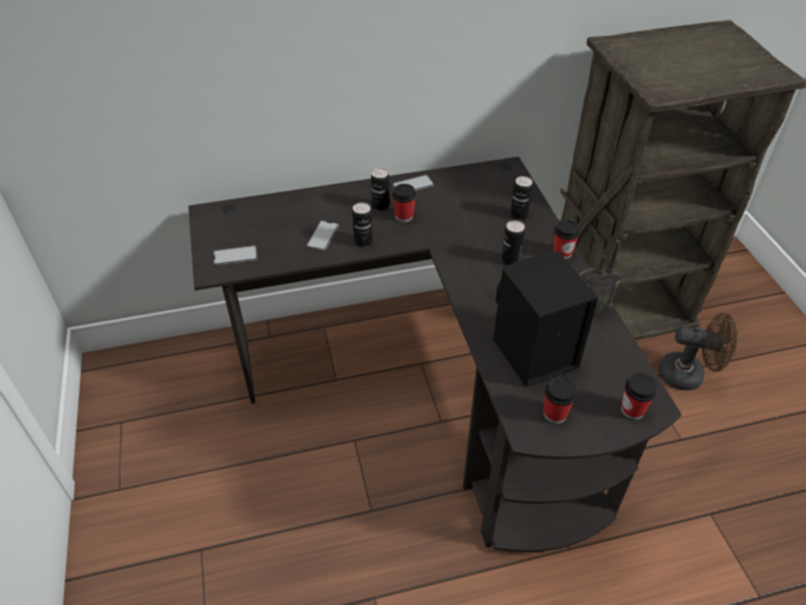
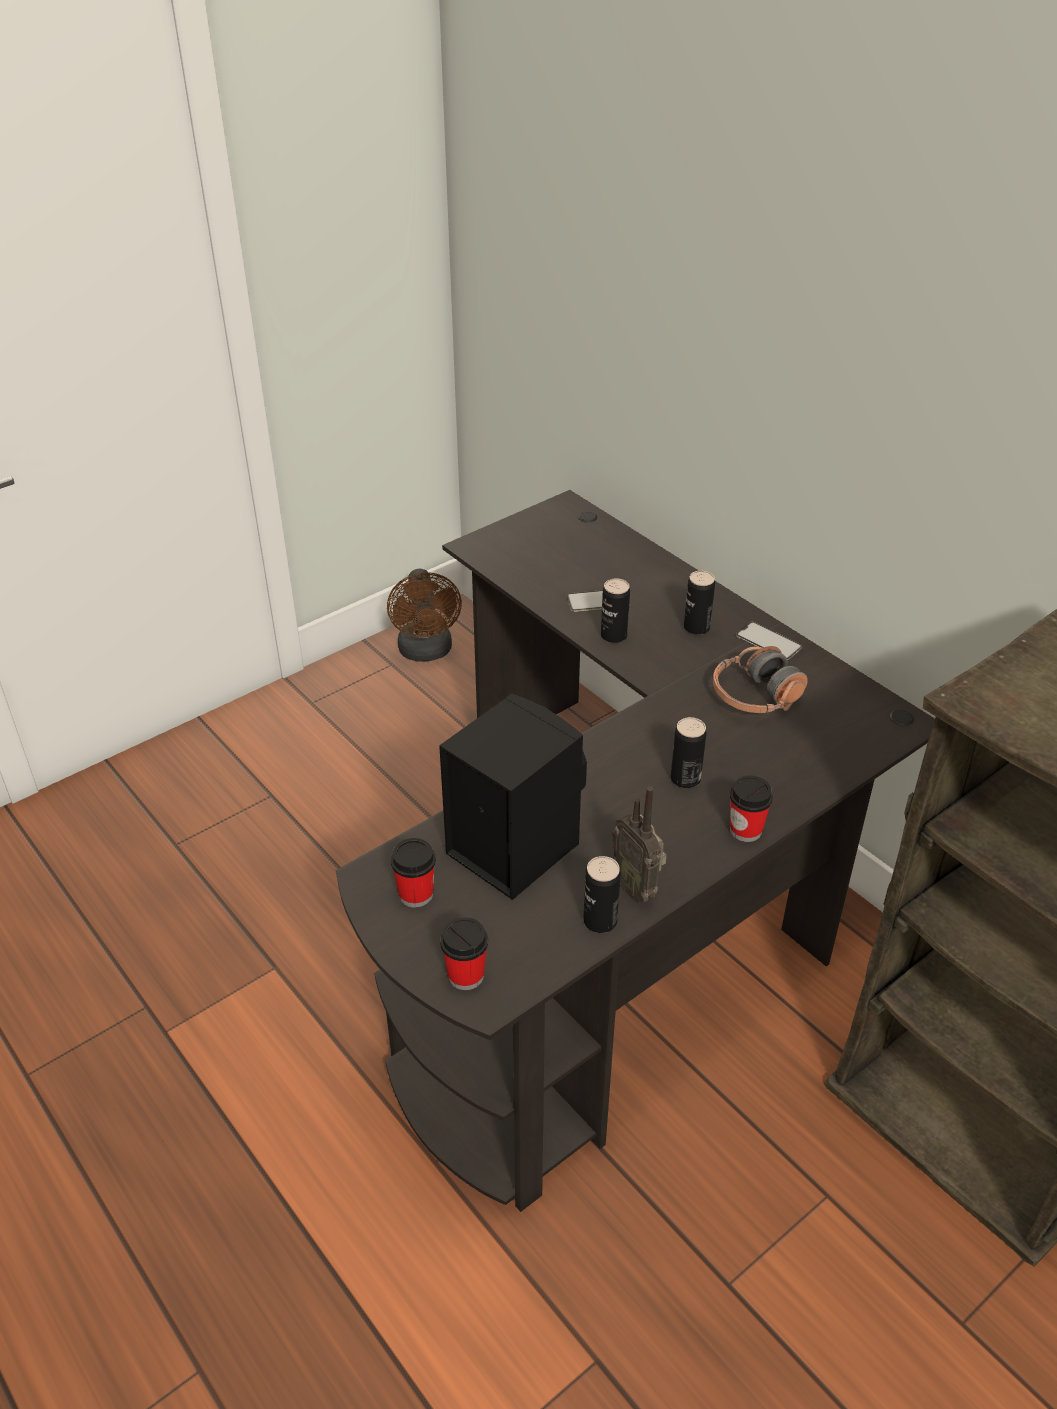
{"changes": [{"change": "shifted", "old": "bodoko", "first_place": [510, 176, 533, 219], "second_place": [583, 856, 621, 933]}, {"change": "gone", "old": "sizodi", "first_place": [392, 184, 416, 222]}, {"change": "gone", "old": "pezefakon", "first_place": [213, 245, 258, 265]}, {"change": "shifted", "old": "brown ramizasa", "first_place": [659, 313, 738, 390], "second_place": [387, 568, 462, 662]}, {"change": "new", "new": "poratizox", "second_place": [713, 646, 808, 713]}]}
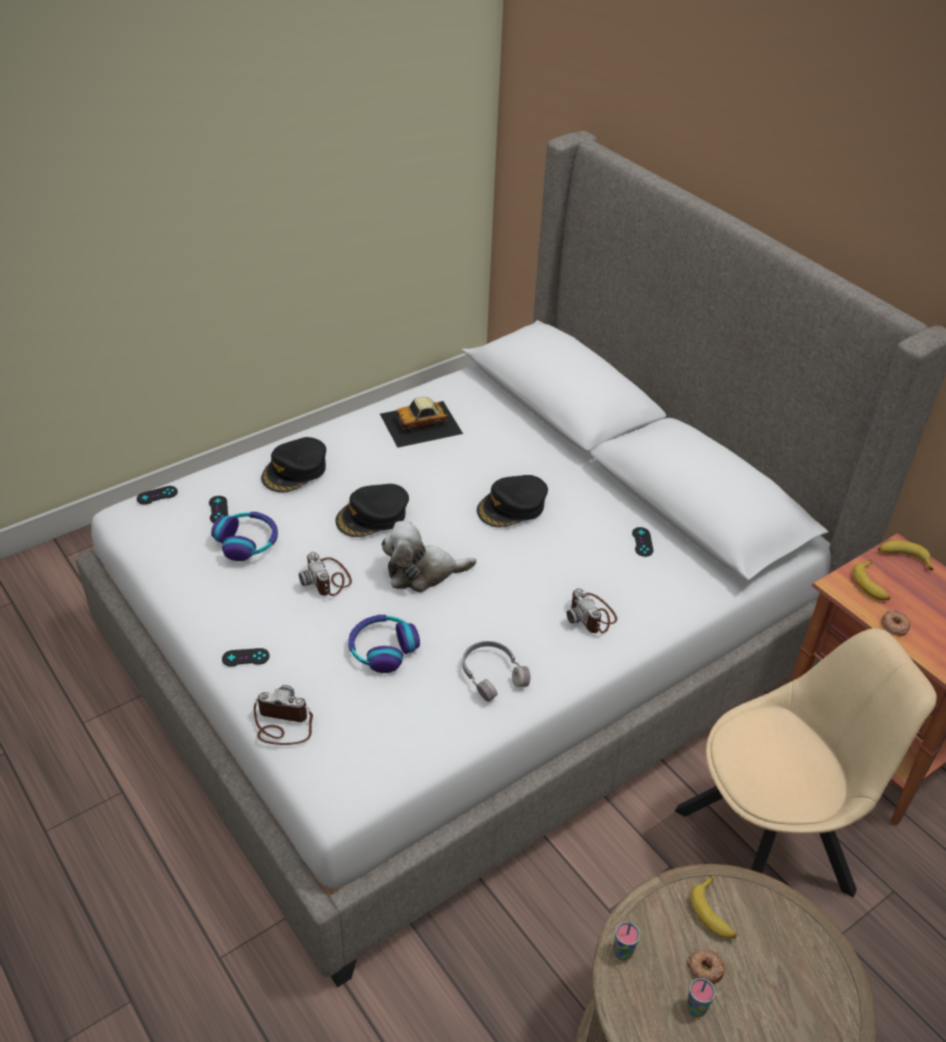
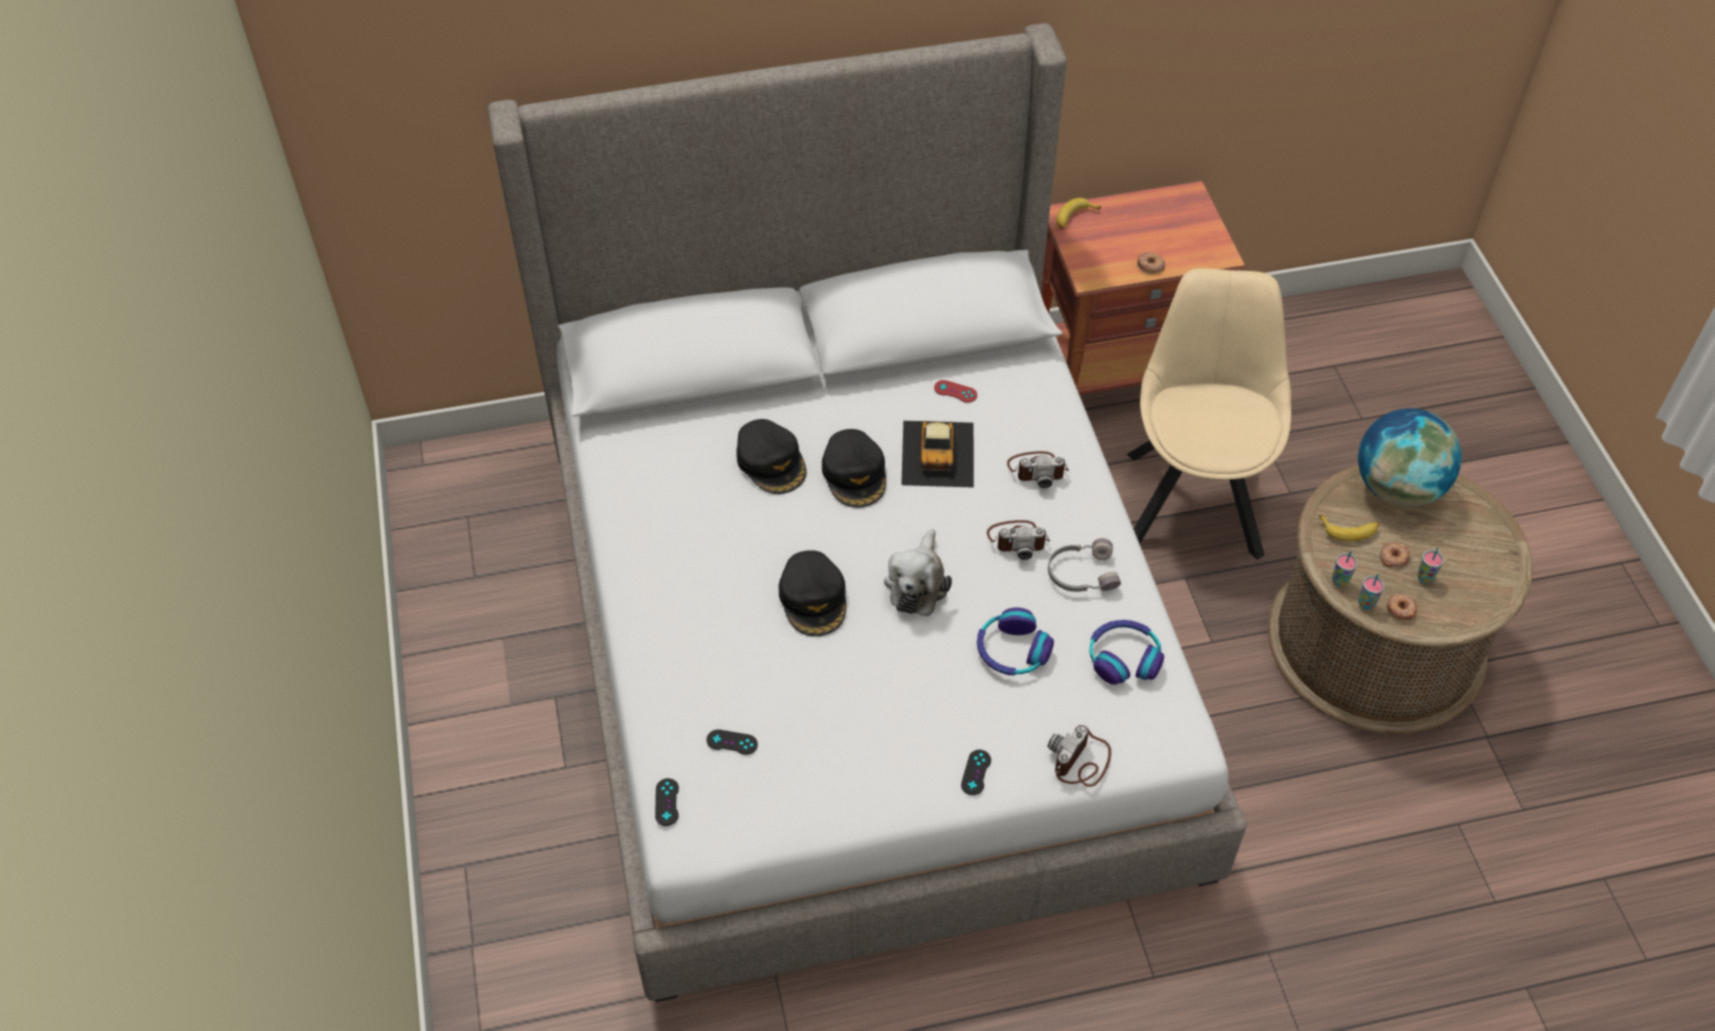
{"changes": [{"change": "shifted", "old": "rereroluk", "first_place": [380, 397, 463, 448], "second_place": [901, 421, 974, 487]}, {"change": "shifted", "old": "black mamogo", "first_place": [261, 437, 326, 493], "second_place": [736, 419, 806, 494]}, {"change": "shifted", "old": "poratizox", "first_place": [211, 512, 278, 561], "second_place": [1089, 620, 1164, 685]}, {"change": "repainted", "old": "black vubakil", "new": "red vubakil", "first_place": [632, 527, 653, 557], "second_place": [934, 380, 977, 403]}, {"change": "shifted", "old": "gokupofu", "first_place": [299, 552, 352, 596], "second_place": [987, 520, 1050, 560]}, {"change": "gone", "old": "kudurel", "first_place": [853, 560, 891, 600]}, {"change": "new", "new": "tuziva", "second_place": [1358, 408, 1462, 507]}, {"change": "new", "new": "sizodi", "second_place": [1332, 551, 1358, 587]}, {"change": "new", "new": "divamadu", "second_place": [1387, 594, 1417, 622]}]}
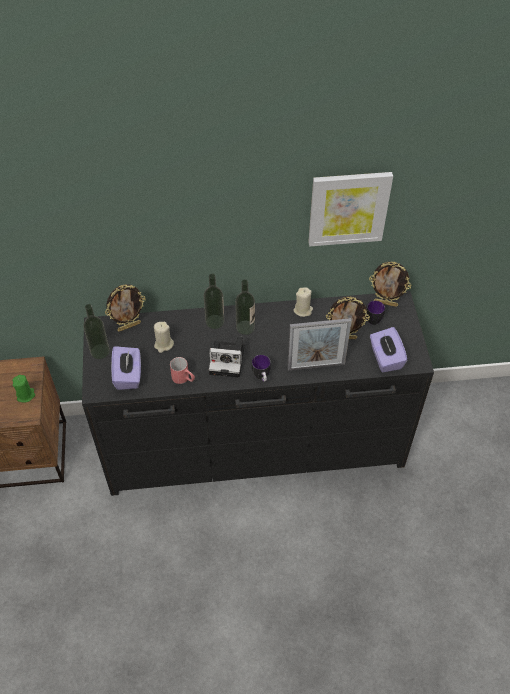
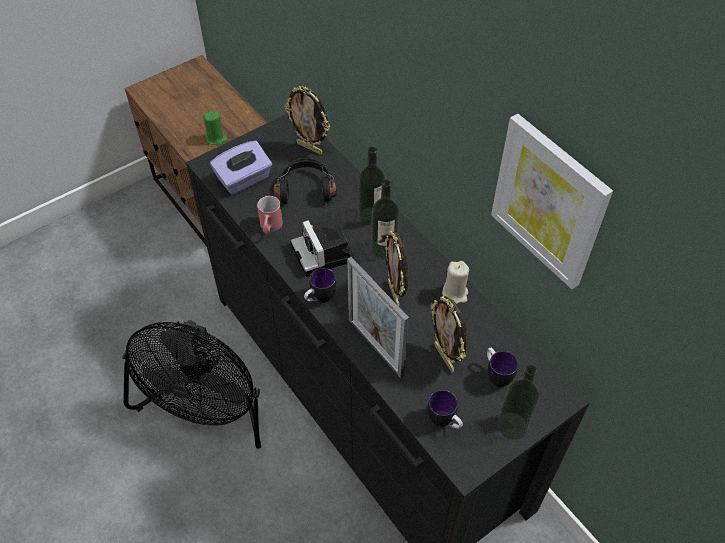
{"changes": [{"change": "shifted", "old": "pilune", "first_place": [369, 262, 411, 307], "second_place": [385, 230, 408, 306]}, {"change": "shifted", "old": "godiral", "first_place": [83, 304, 110, 359], "second_place": [497, 365, 540, 440]}, {"change": "swapped", "old": "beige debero", "new": "black poratizox", "first_place": [154, 322, 174, 353], "second_place": [274, 158, 337, 204]}, {"change": "swapped", "old": "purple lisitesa", "new": "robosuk", "first_place": [370, 327, 408, 373], "second_place": [427, 390, 463, 429]}, {"change": "new", "new": "black ramizasa", "second_place": [122, 320, 261, 449]}]}
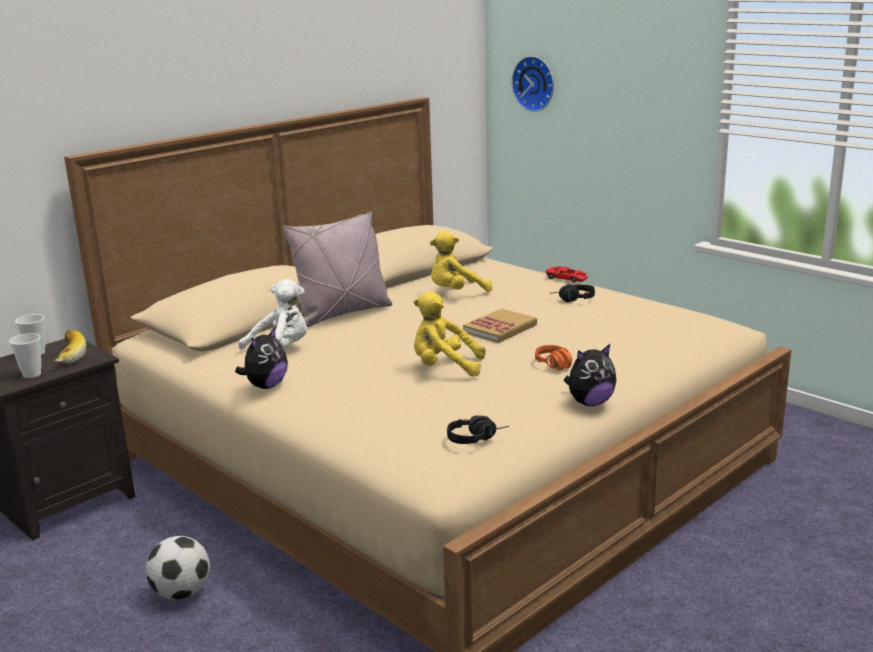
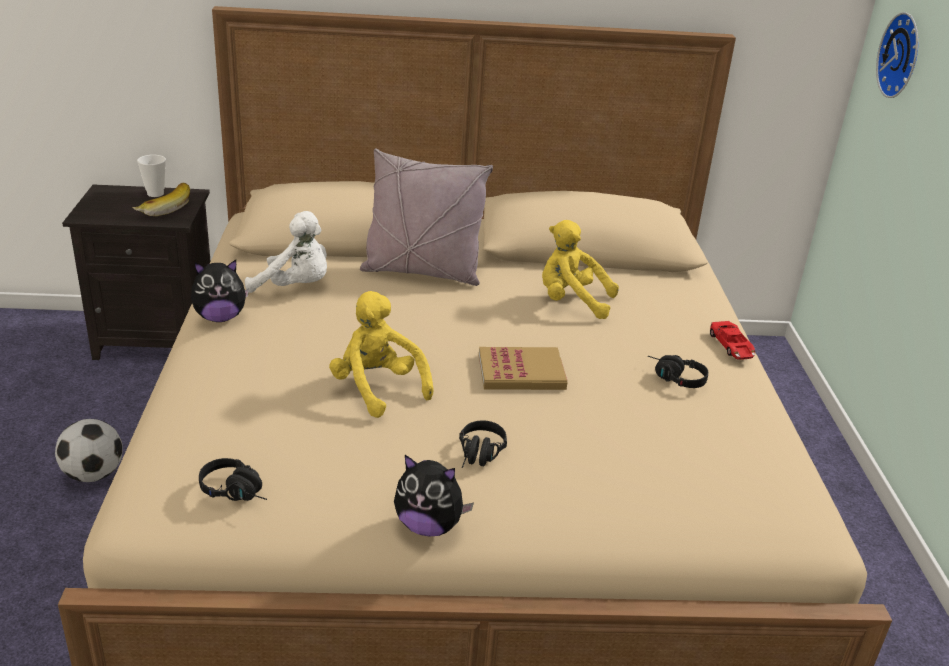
{"changes": [{"change": "gone", "old": "sizodi", "first_place": [9, 333, 41, 378]}, {"change": "repainted", "old": "orange poratizox", "new": "black poratizox", "first_place": [535, 345, 572, 371], "second_place": [459, 420, 507, 468]}]}
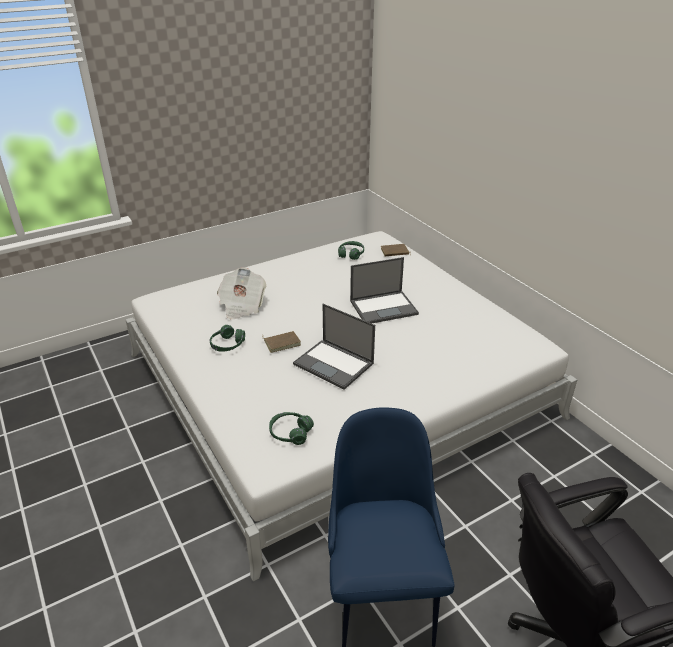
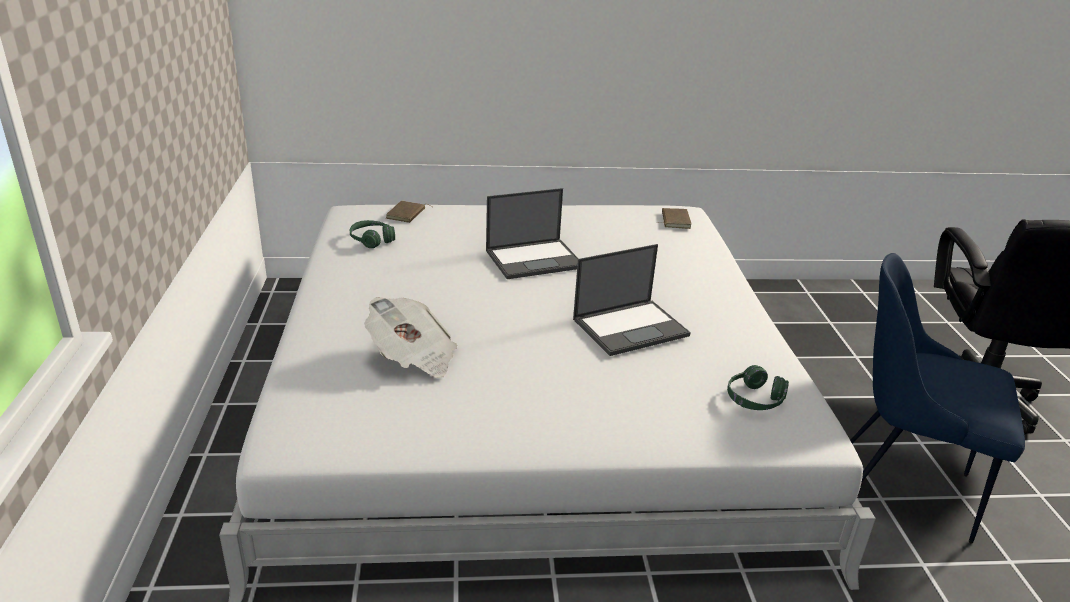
{"changes": [{"change": "rotated", "old": "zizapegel", "first_place": [350, 257, 419, 323], "second_place": [486, 188, 579, 279], "degrees": 60}, {"change": "gone", "old": "green poratizox", "first_place": [210, 325, 245, 352]}, {"change": "shifted", "old": "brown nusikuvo", "first_place": [263, 331, 301, 353], "second_place": [658, 208, 692, 229]}]}
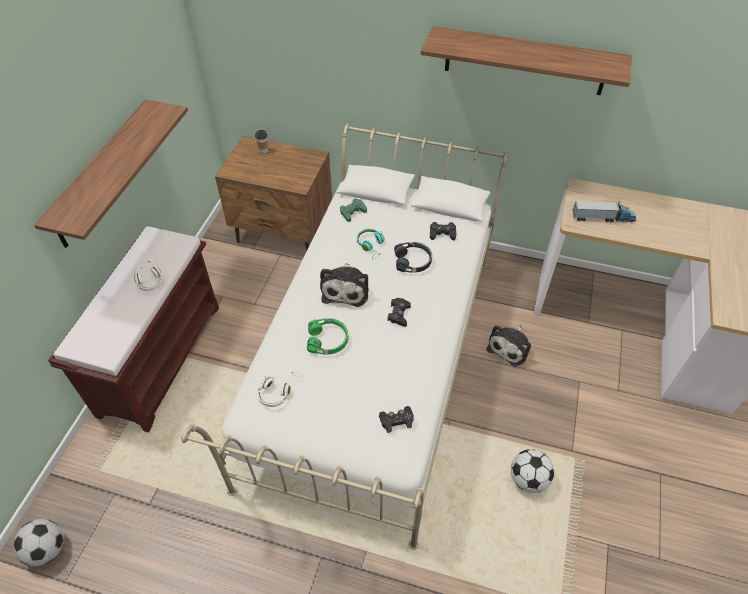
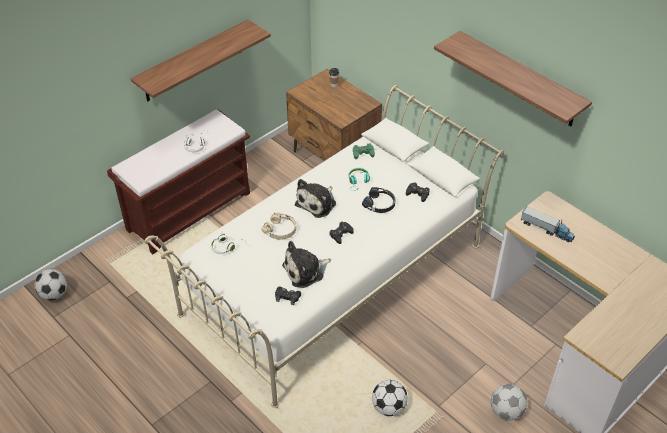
{"changes": [{"change": "repainted", "old": "green poratizox", "new": "beige poratizox", "first_place": [307, 318, 348, 354], "second_place": [261, 212, 296, 240]}, {"change": "shifted", "old": "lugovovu", "first_place": [486, 325, 531, 366], "second_place": [282, 241, 331, 288]}, {"change": "new", "new": "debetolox", "second_place": [491, 384, 527, 420]}]}
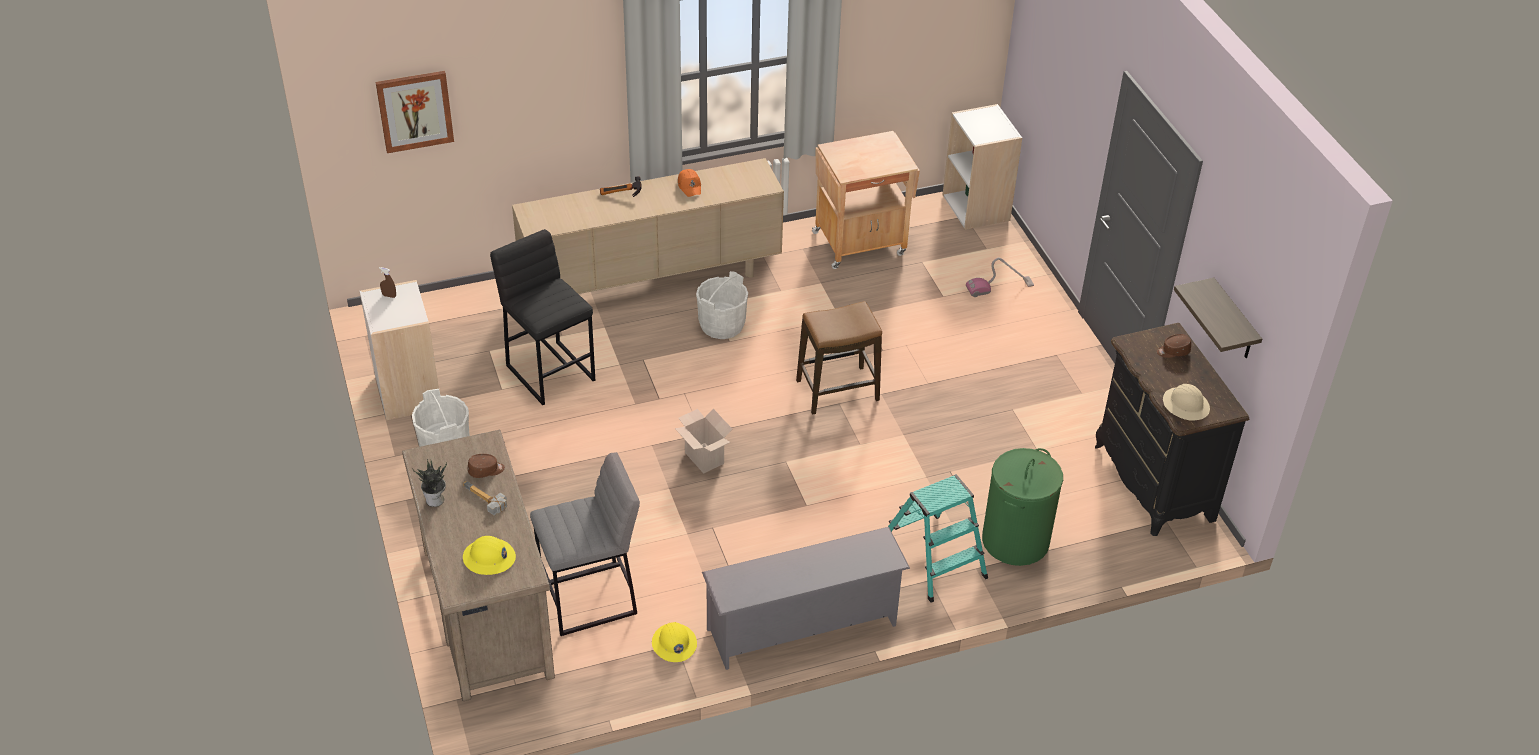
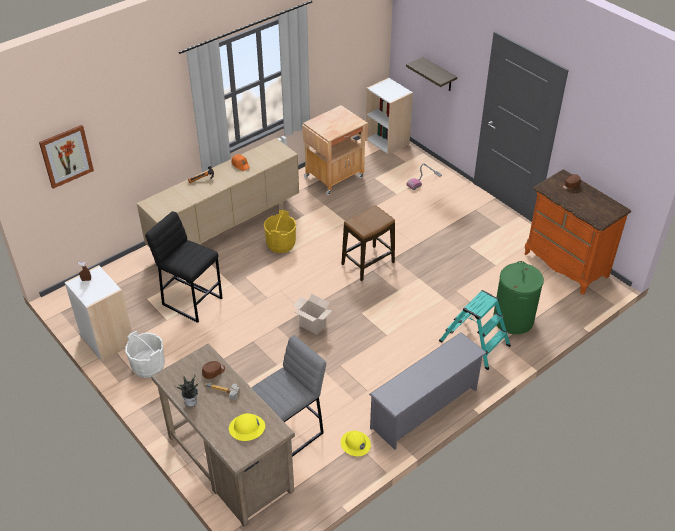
{"changes": [{"change": "repainted", "old": "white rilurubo", "new": "yellow rilurubo", "first_place": [696, 271, 748, 339], "second_place": [264, 210, 296, 253]}, {"change": "shifted", "old": "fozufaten", "first_place": [1174, 278, 1262, 358], "second_place": [406, 57, 457, 91]}, {"change": "repainted", "old": "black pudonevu", "new": "orange pudonevu", "first_place": [1095, 323, 1249, 536], "second_place": [524, 169, 631, 294]}, {"change": "gone", "old": "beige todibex", "first_place": [1163, 384, 1210, 421]}]}
